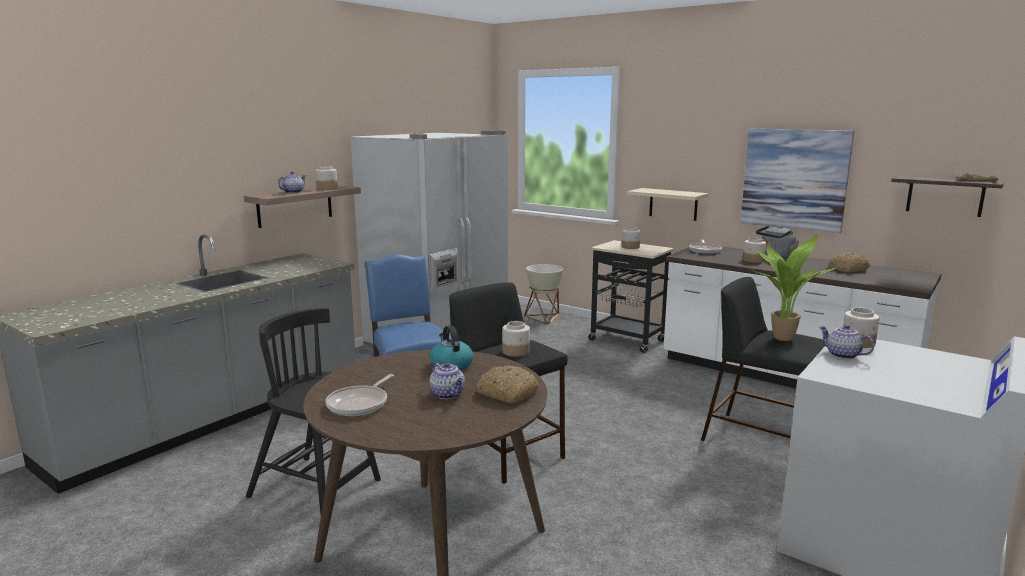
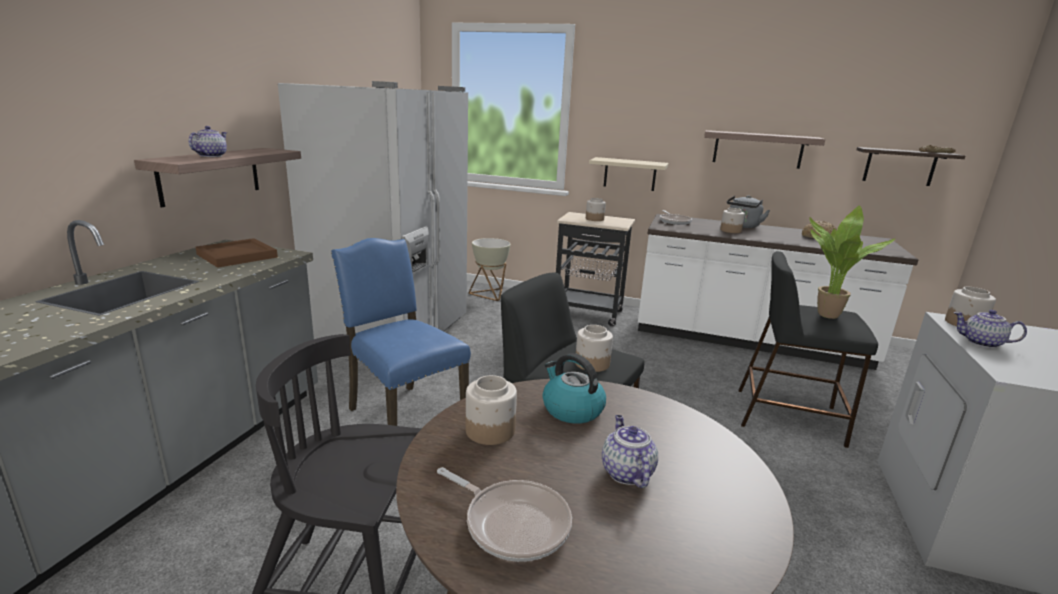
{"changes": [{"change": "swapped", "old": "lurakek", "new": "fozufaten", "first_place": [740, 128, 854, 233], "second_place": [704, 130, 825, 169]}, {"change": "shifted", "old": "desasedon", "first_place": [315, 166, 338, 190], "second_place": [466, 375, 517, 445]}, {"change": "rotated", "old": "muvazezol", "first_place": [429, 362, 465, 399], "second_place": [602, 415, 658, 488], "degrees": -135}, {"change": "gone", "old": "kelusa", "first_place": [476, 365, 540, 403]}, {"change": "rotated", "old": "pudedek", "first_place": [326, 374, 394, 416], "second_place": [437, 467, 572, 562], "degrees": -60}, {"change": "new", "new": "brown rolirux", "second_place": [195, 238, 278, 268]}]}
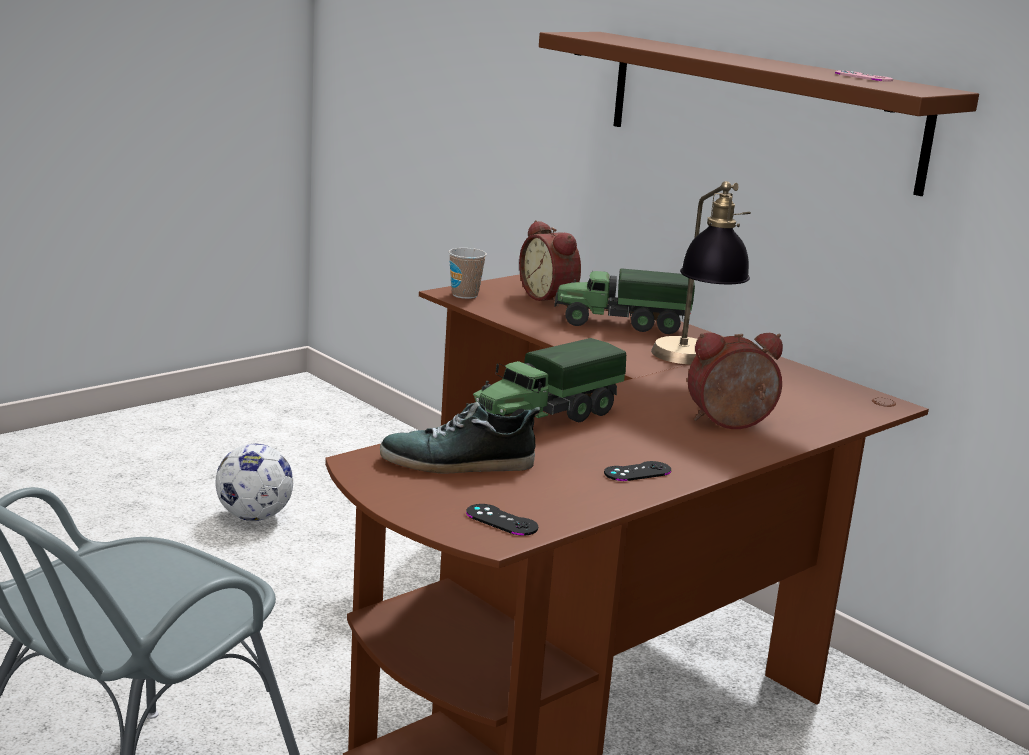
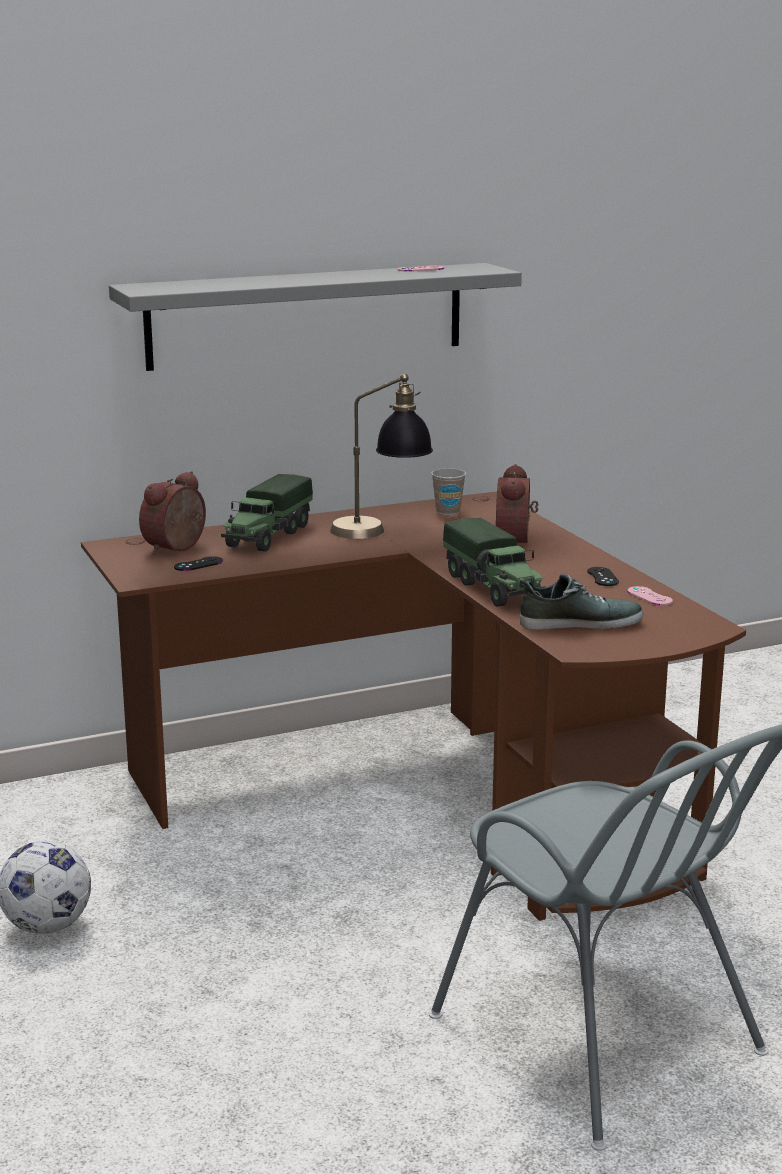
{"changes": [{"change": "repainted", "old": "brown fozufaten", "new": "grey fozufaten", "first_place": [539, 32, 979, 196], "second_place": [109, 263, 522, 371]}, {"change": "rotated", "old": "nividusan", "first_place": [519, 220, 581, 306], "second_place": [139, 471, 206, 554], "degrees": 135}, {"change": "shifted", "old": "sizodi", "first_place": [449, 248, 487, 299], "second_place": [431, 468, 466, 515]}, {"change": "rotated", "old": "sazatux", "first_place": [380, 402, 540, 473], "second_place": [520, 574, 643, 630], "degrees": -105}, {"change": "shifted", "old": "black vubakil", "first_place": [466, 504, 538, 536], "second_place": [174, 556, 223, 571]}, {"change": "new", "new": "pink vubakil", "second_place": [627, 586, 673, 606]}]}
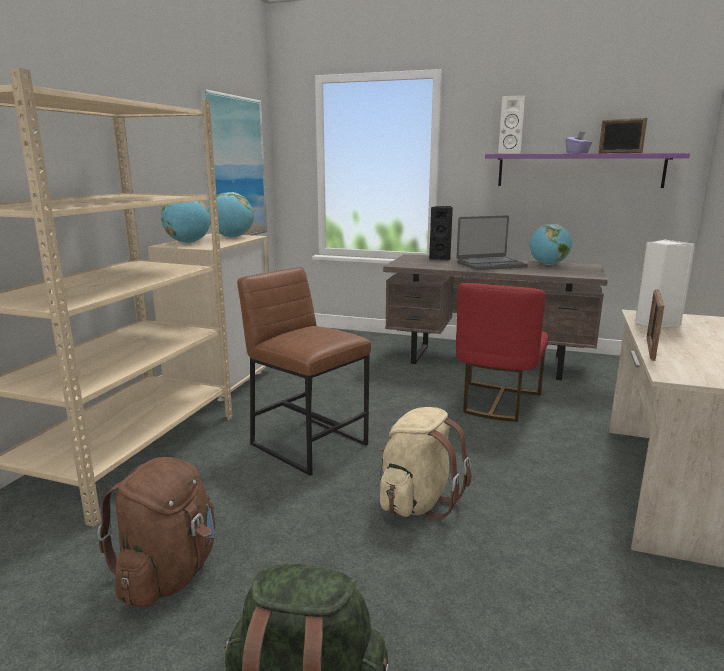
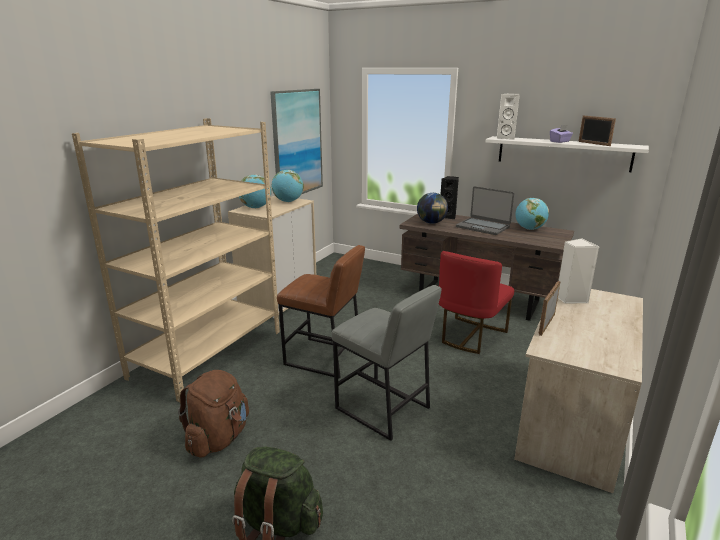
{"changes": [{"change": "repainted", "old": "purple fozufaten", "new": "white fozufaten", "first_place": [485, 153, 690, 188], "second_place": [486, 136, 649, 172]}, {"change": "rotated", "old": "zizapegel", "first_place": [456, 216, 528, 270], "second_place": [456, 186, 514, 235], "degrees": 45}, {"change": "rotated", "old": "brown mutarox", "first_place": [237, 267, 371, 476], "second_place": [277, 245, 365, 378], "degrees": 150}, {"change": "swapped", "old": "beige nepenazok", "new": "grey mutarox", "first_place": [380, 407, 471, 520], "second_place": [332, 285, 441, 441]}, {"change": "new", "new": "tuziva", "second_place": [417, 193, 448, 224]}]}
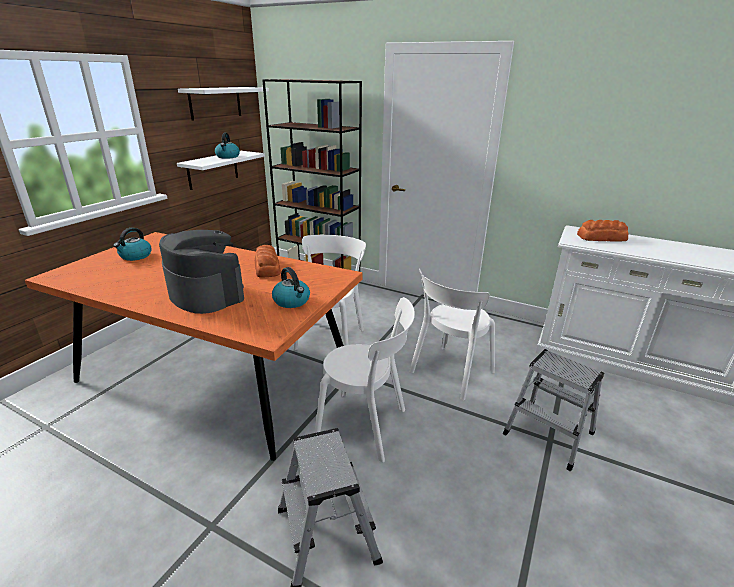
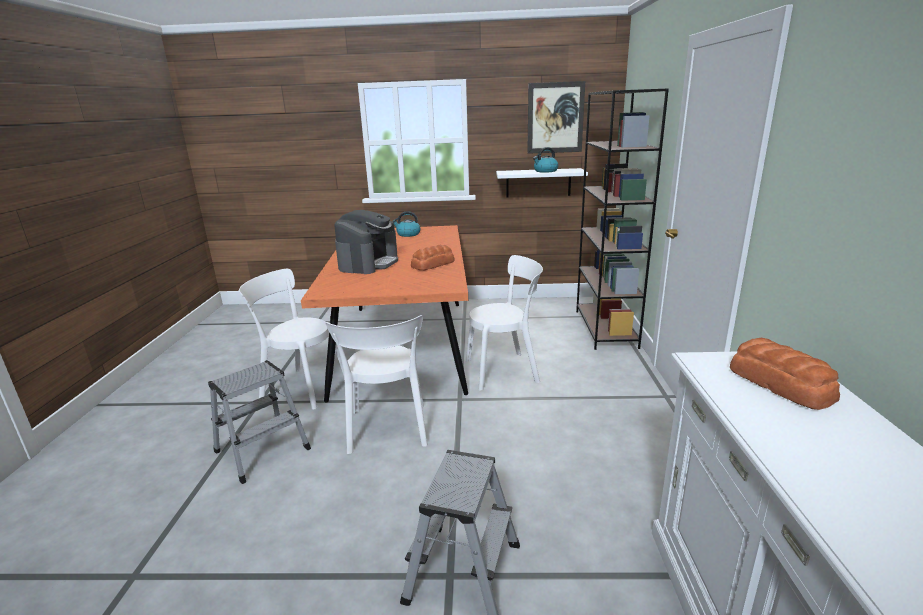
{"changes": [{"change": "swapped", "old": "white fozufaten", "new": "lurakek", "first_place": [178, 87, 269, 121], "second_place": [527, 81, 585, 154]}, {"change": "gone", "old": "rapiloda", "first_place": [272, 267, 310, 308]}, {"change": "shifted", "old": "white mutarox", "first_place": [409, 268, 495, 401], "second_place": [239, 269, 344, 410]}]}
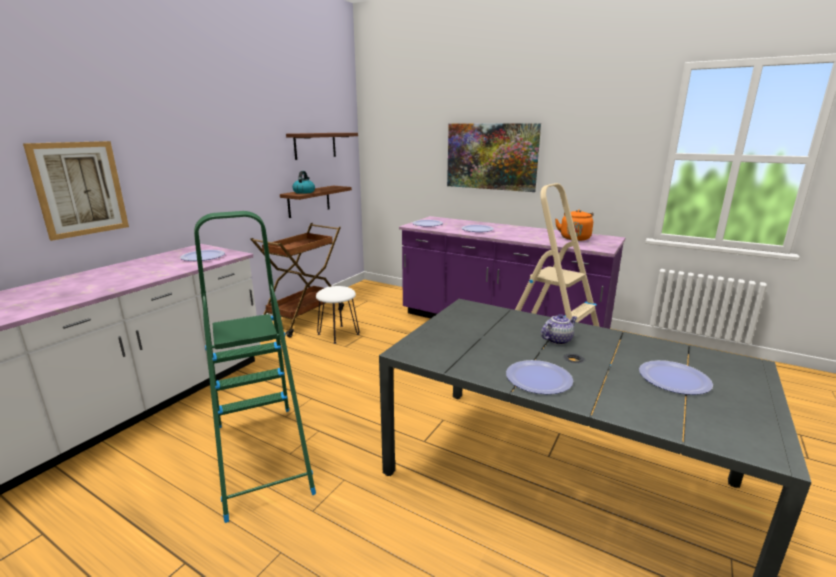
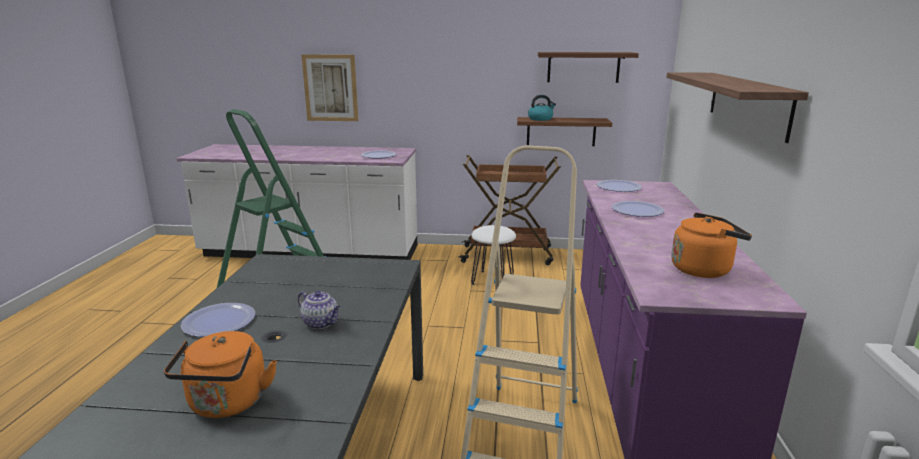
{"changes": [{"change": "swapped", "old": "lurakek", "new": "fozufaten", "first_place": [447, 123, 541, 192], "second_place": [666, 72, 809, 143]}, {"change": "swapped", "old": "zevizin", "new": "orange rapiloda", "first_place": [639, 360, 713, 395], "second_place": [164, 331, 277, 418]}]}
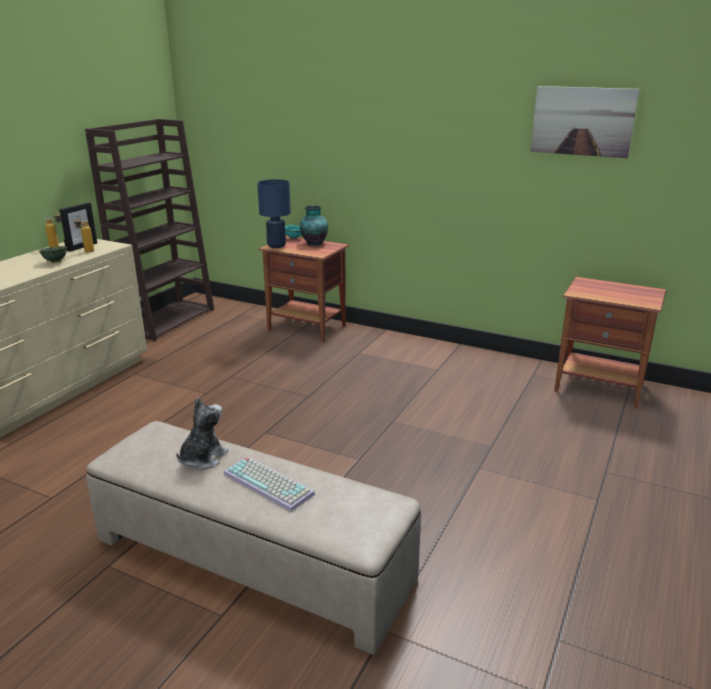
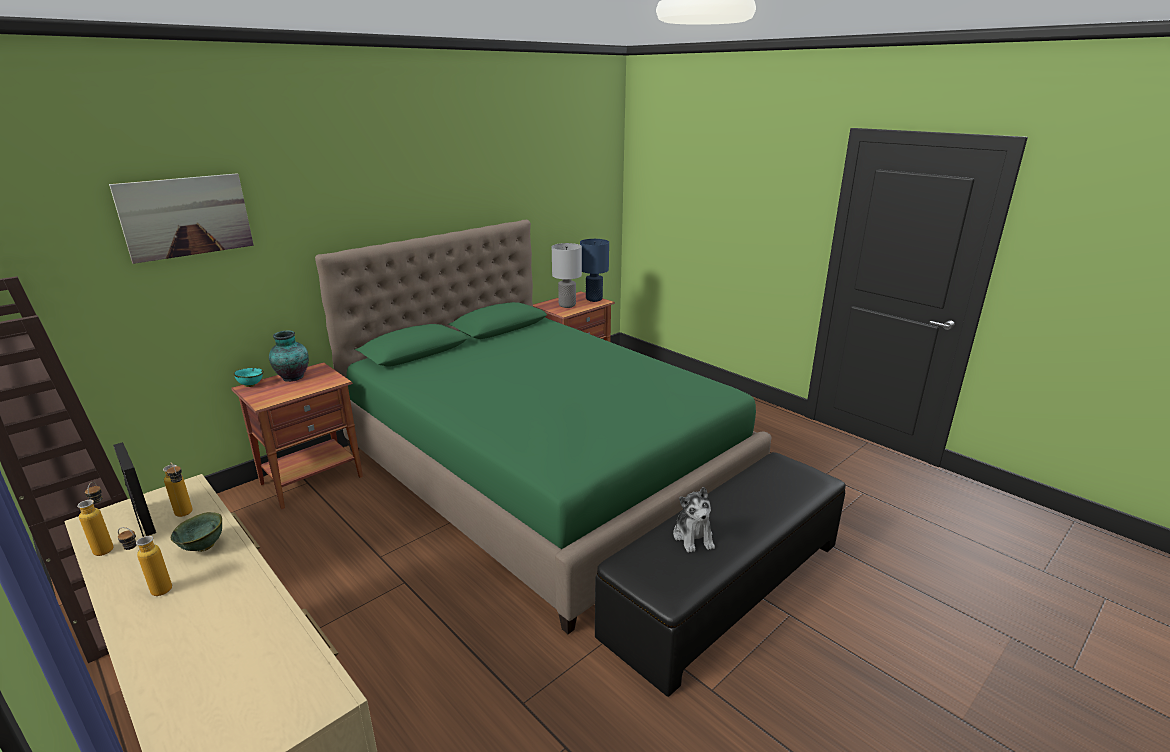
{"changes": [{"change": "shifted", "old": "lurakek", "first_place": [530, 86, 639, 158], "second_place": [109, 173, 254, 264]}, {"change": "shifted", "old": "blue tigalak", "first_place": [257, 179, 291, 248], "second_place": [580, 239, 609, 302]}, {"change": "rotated", "old": "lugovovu", "first_place": [176, 398, 228, 470], "second_place": [673, 487, 715, 553], "degrees": -150}, {"change": "repainted", "old": "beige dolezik", "new": "black dolezik", "first_place": [86, 421, 421, 655], "second_place": [595, 452, 846, 697]}, {"change": "gone", "old": "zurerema", "first_place": [224, 457, 315, 512]}, {"change": "new", "new": "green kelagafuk", "second_place": [315, 220, 772, 634]}, {"change": "new", "new": "grey tigalak", "second_place": [552, 243, 582, 308]}, {"change": "new", "new": "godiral", "second_place": [118, 527, 172, 596]}]}
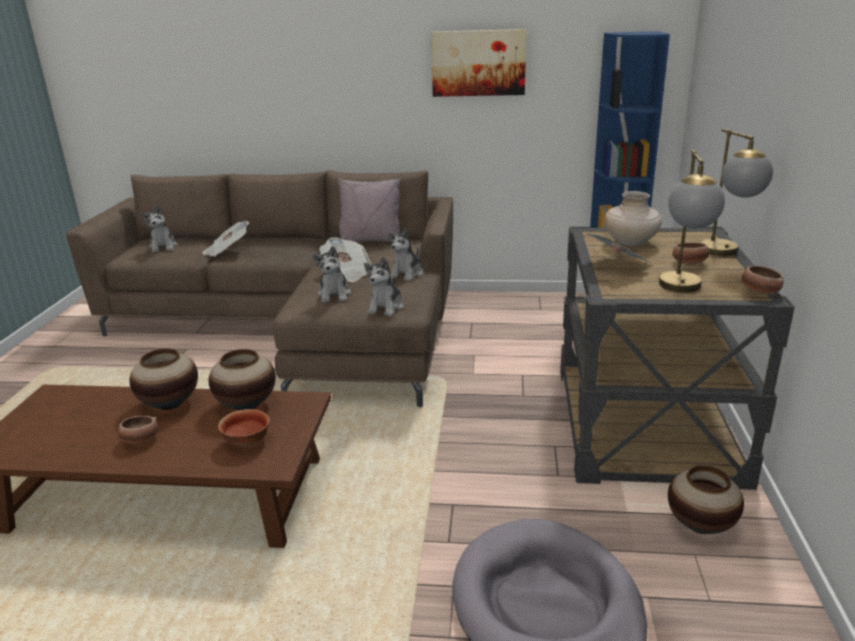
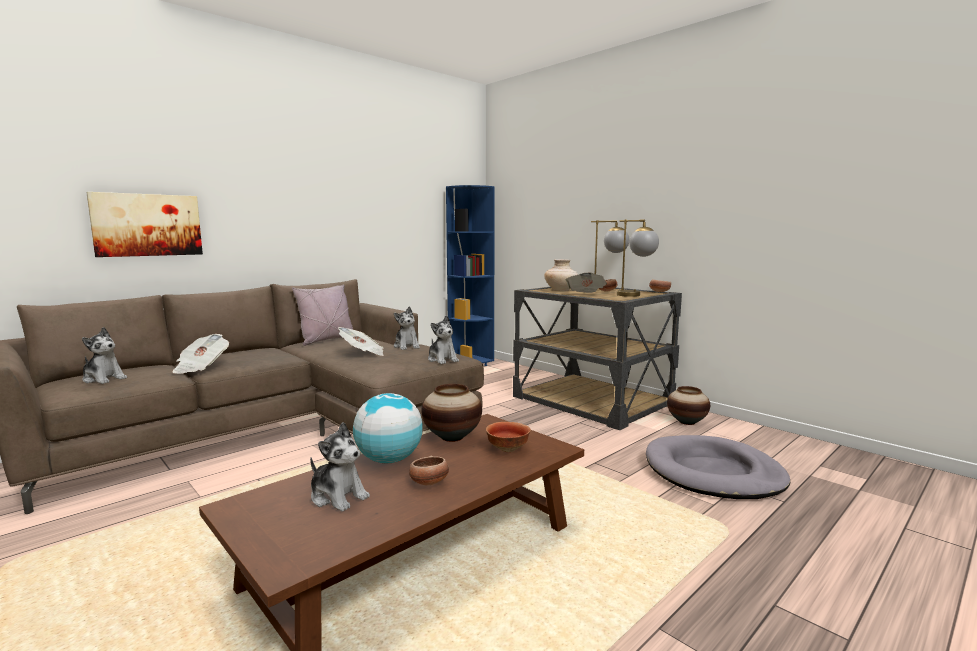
{"changes": [{"change": "shifted", "old": "lurakek", "first_place": [431, 29, 527, 97], "second_place": [86, 192, 203, 257]}, {"change": "shifted", "old": "lugovovu", "first_place": [312, 246, 351, 303], "second_place": [310, 422, 370, 512]}, {"change": "swapped", "old": "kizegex", "new": "tuziva", "first_place": [129, 348, 198, 410], "second_place": [353, 393, 423, 463]}]}
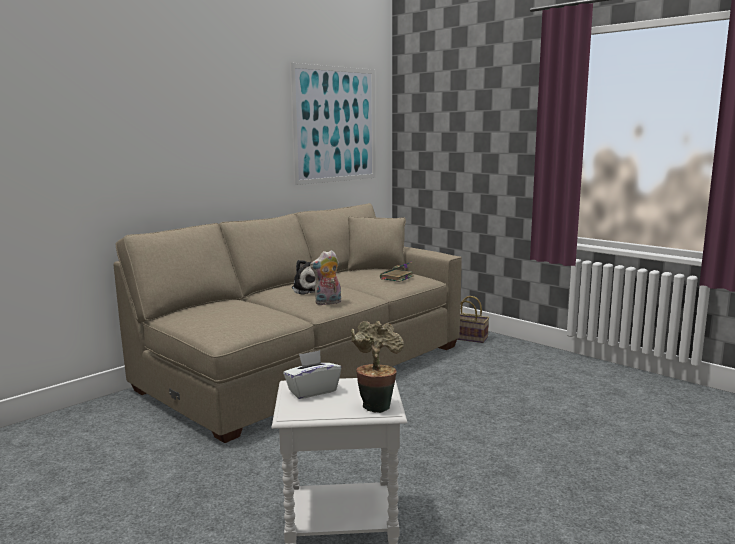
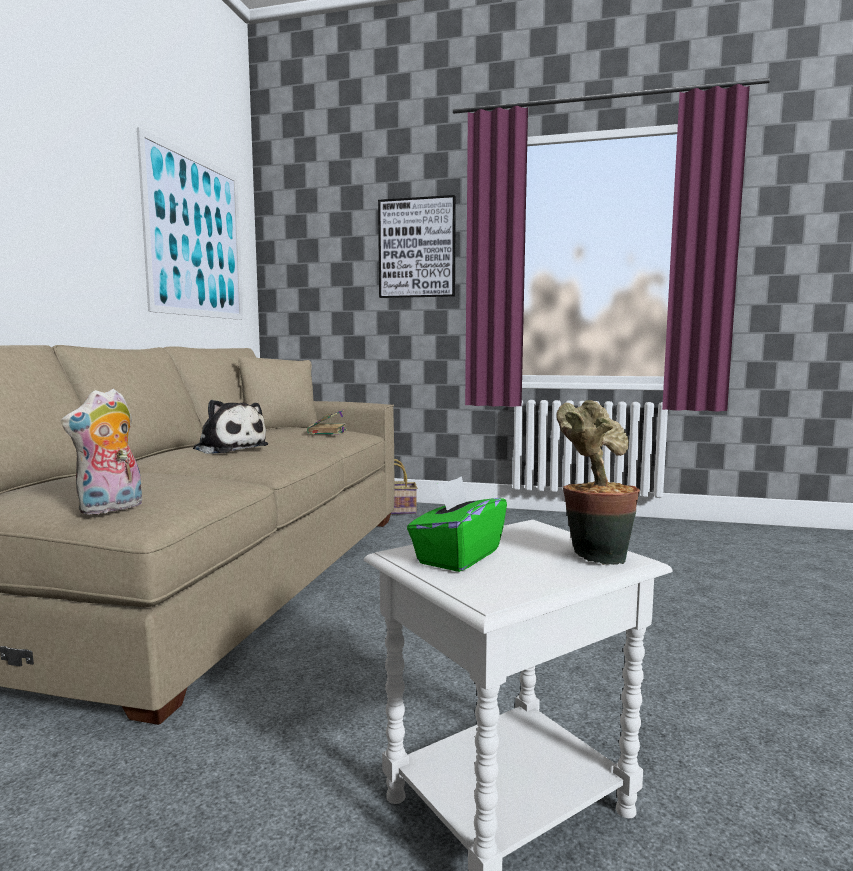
{"changes": [{"change": "shifted", "old": "lugovovu", "first_place": [310, 250, 341, 305], "second_place": [61, 389, 142, 515]}, {"change": "repainted", "old": "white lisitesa", "new": "green lisitesa", "first_place": [283, 350, 341, 399], "second_place": [407, 476, 507, 572]}, {"change": "new", "new": "lurakek", "second_place": [378, 195, 456, 298]}]}
